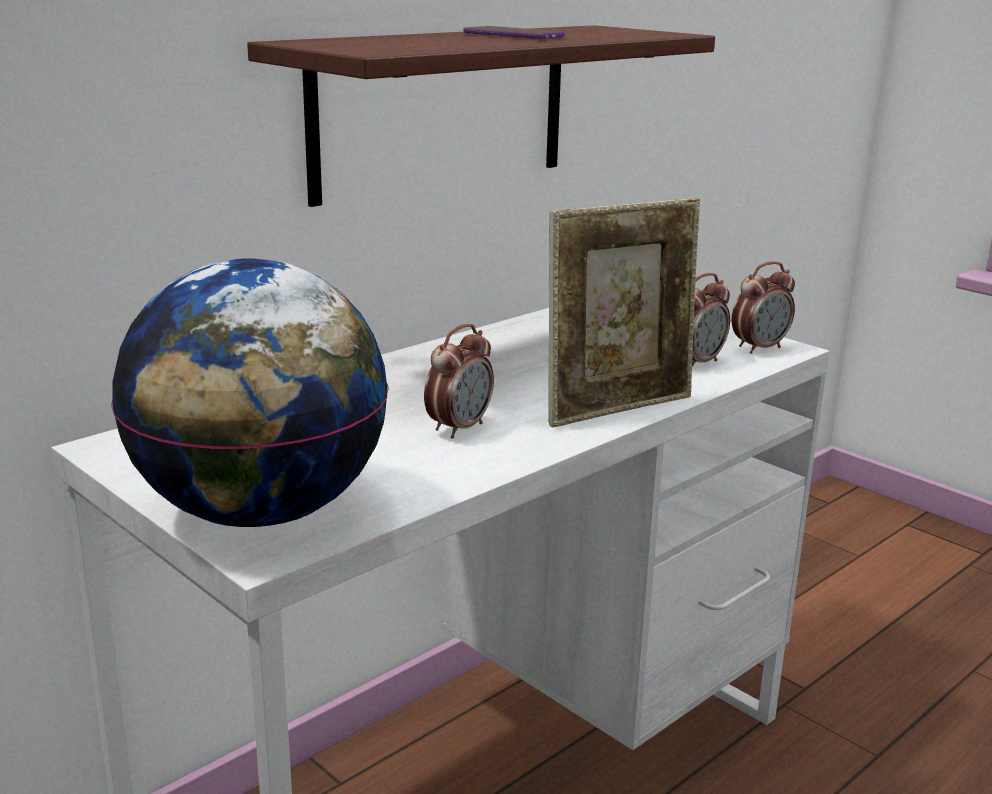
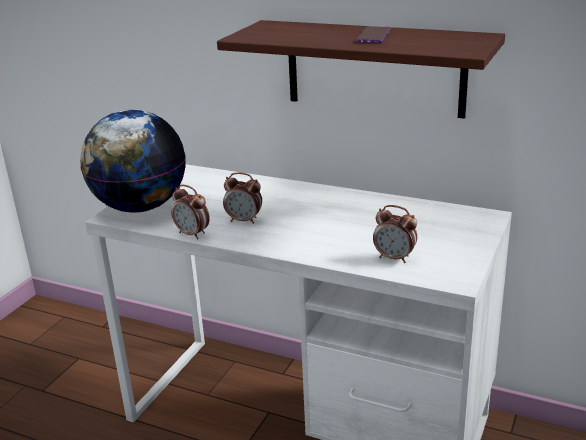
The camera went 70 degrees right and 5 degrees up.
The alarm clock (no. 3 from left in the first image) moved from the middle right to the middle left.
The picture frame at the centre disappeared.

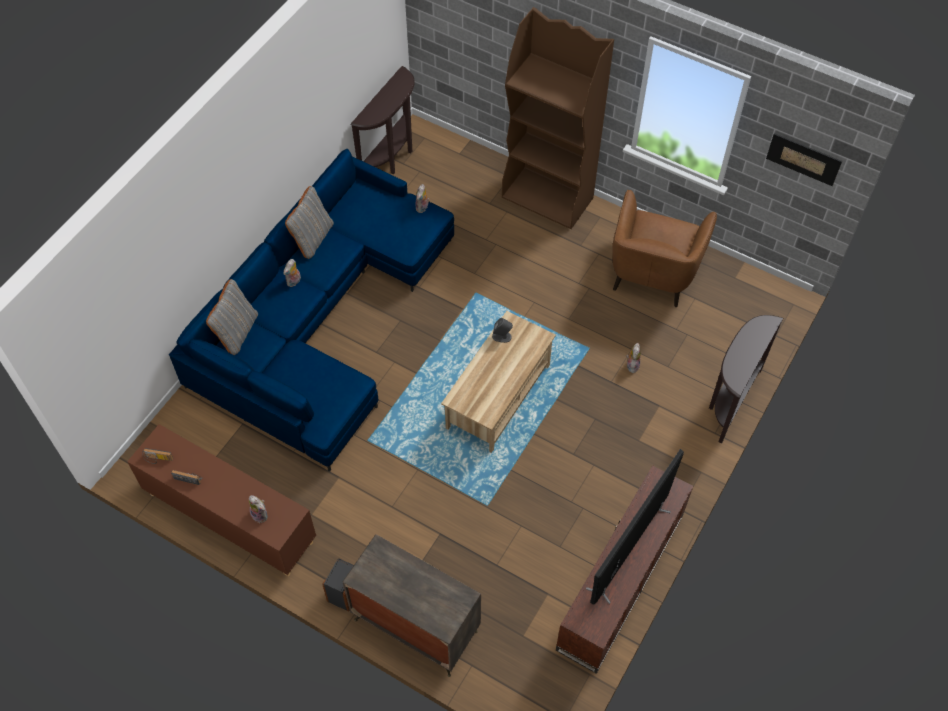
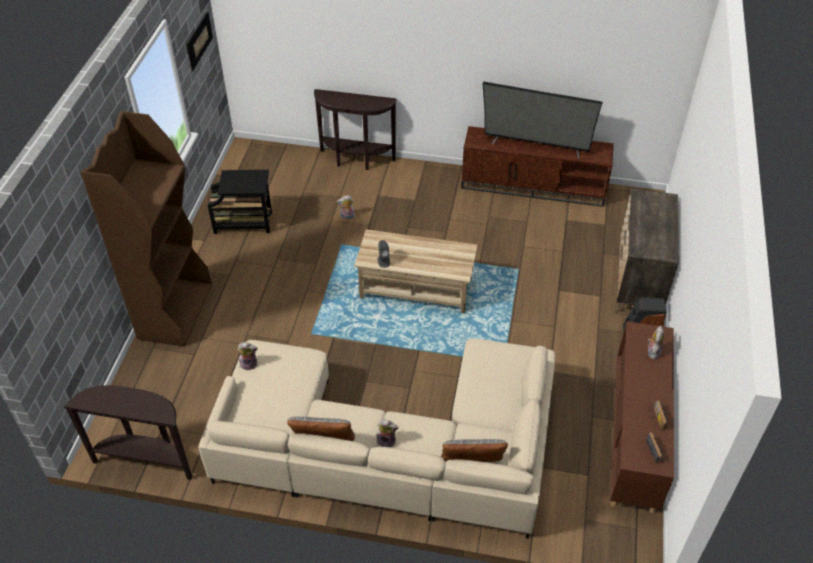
The camera went 110 degrees left and 10 degrees down.
The sofa (blue) at the middle left became the sofa (beige) at the bottom centre.
The armchair (brown) at the middle right was replaced by the side table (black) at the middle left.

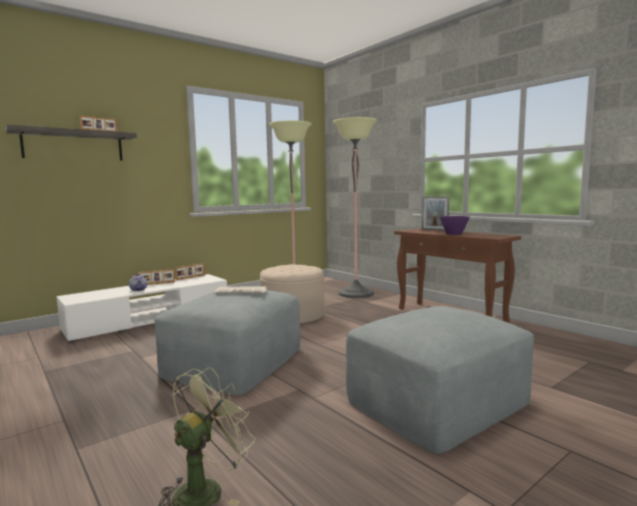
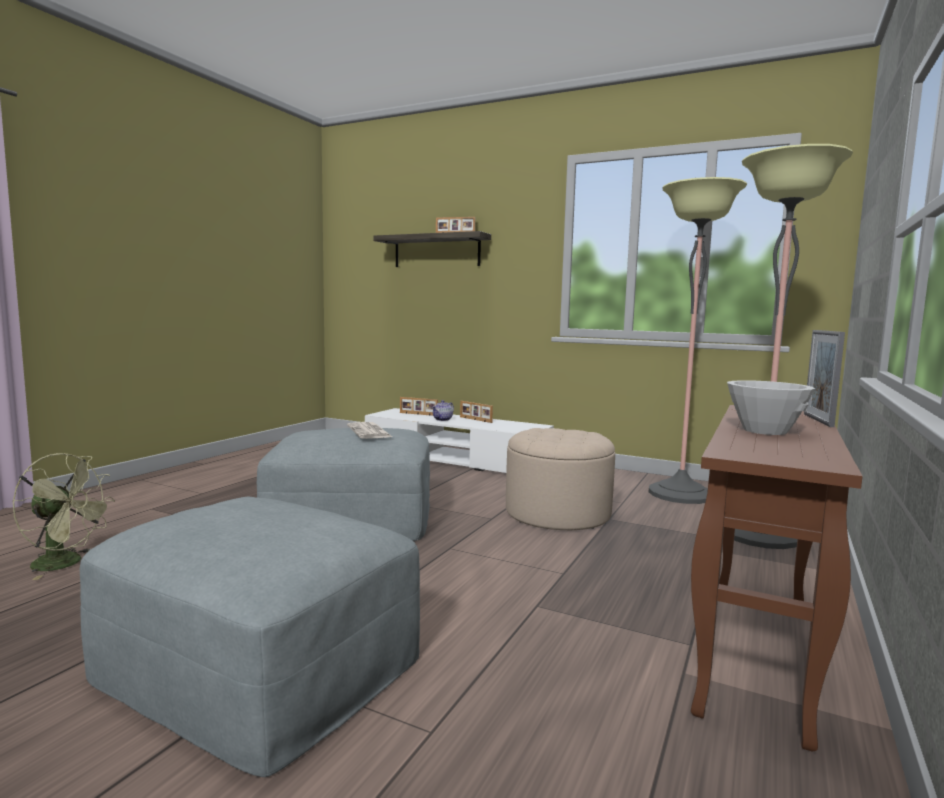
The camera went 65 degrees right and 0 degrees up.
The picture frame (no. 3 from left in the first image) moved from the middle left to the centre.
The bowl (purple) at the middle right became the bowl (white) at the middle right.

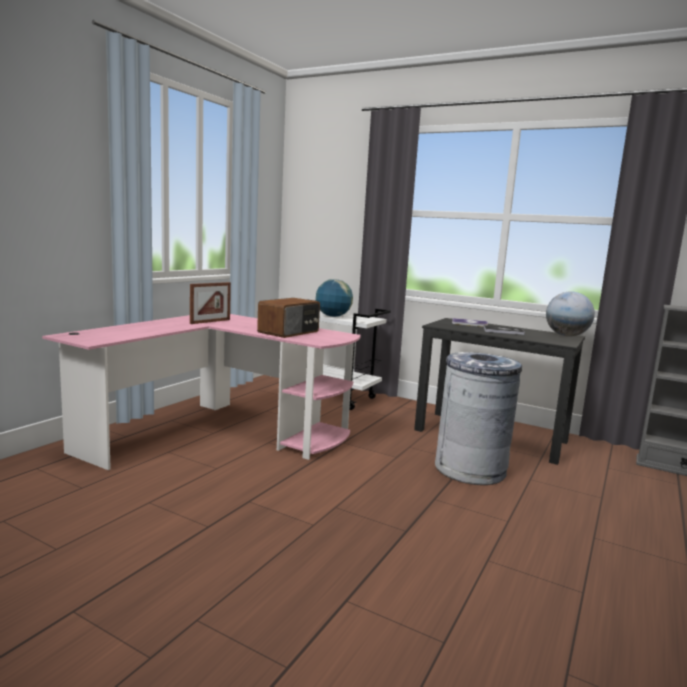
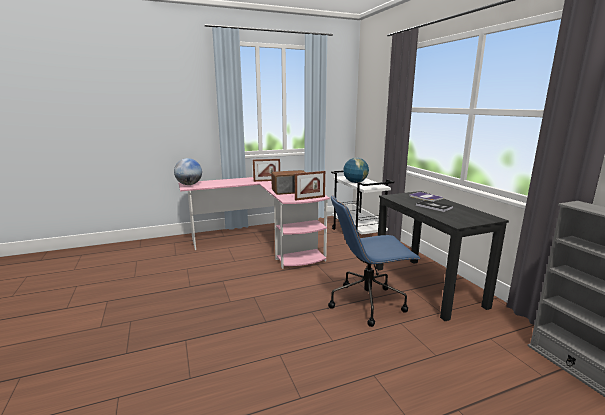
The camera went 40 degrees right and 5 degrees up.
The globe (no. 2 from left in the first image) moved from the middle right to the middle left.
The picture frame (no. 2 from left) at the centre appeared.
The trash can (grey) at the middle right was replaced by the office chair (blue) at the centre.

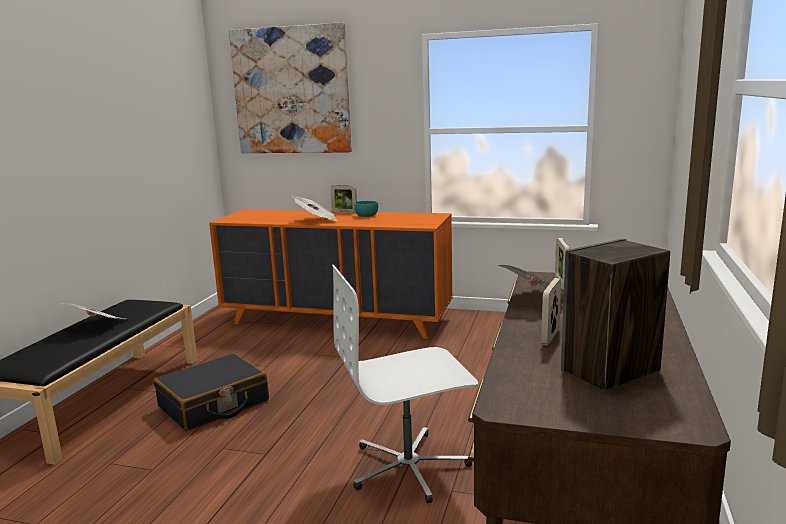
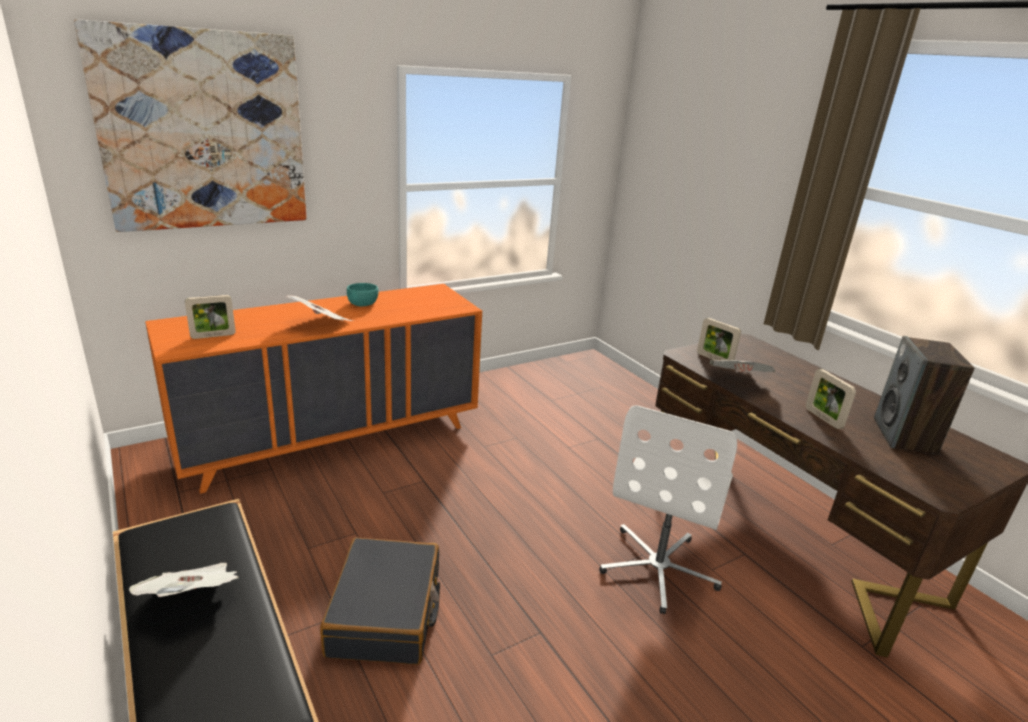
The camera went 50 degrees left and 10 degrees up.
The picture frame (no. 1 from left) moved from the centre to the middle left.

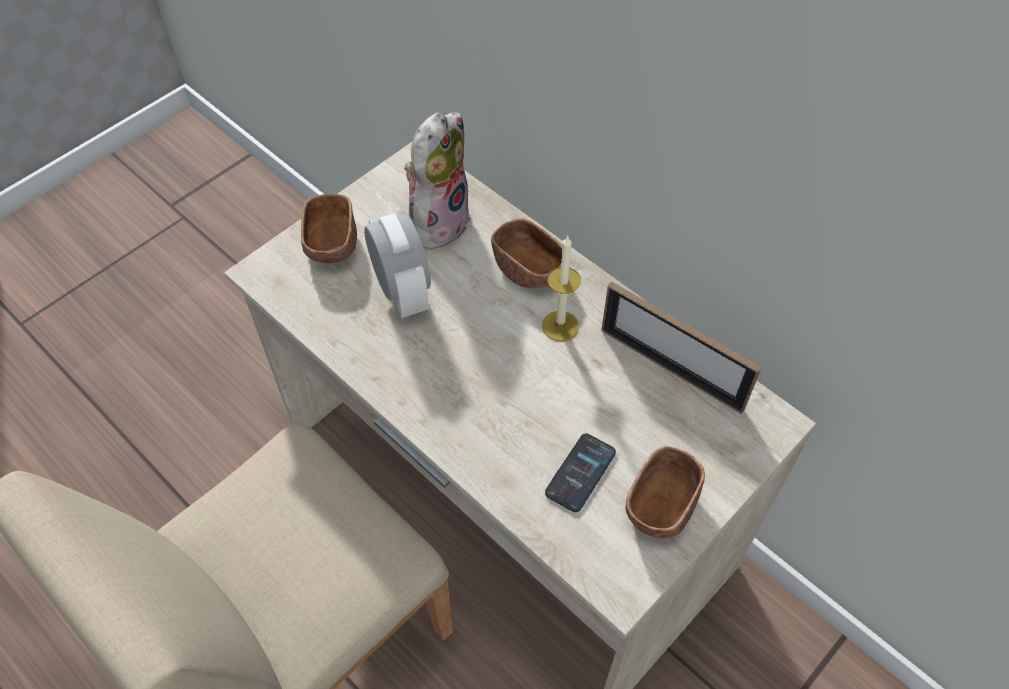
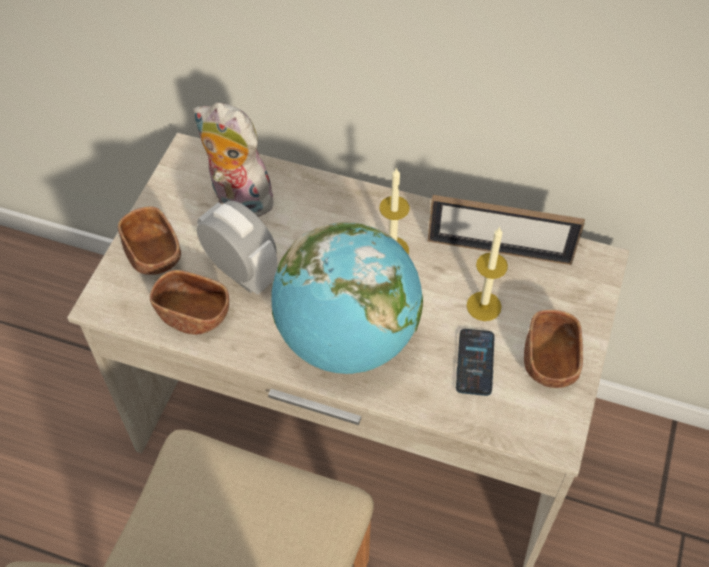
The camera went 25 degrees left and 0 degrees up.
The bowl (brown) (no. 2 from left) moved from the centre to the middle left.
The plush toy at the top centre turned 60 degrees counterclockwise.
The globe at the centre appeared.
The candle (no. 2 from left) at the middle right appeared.

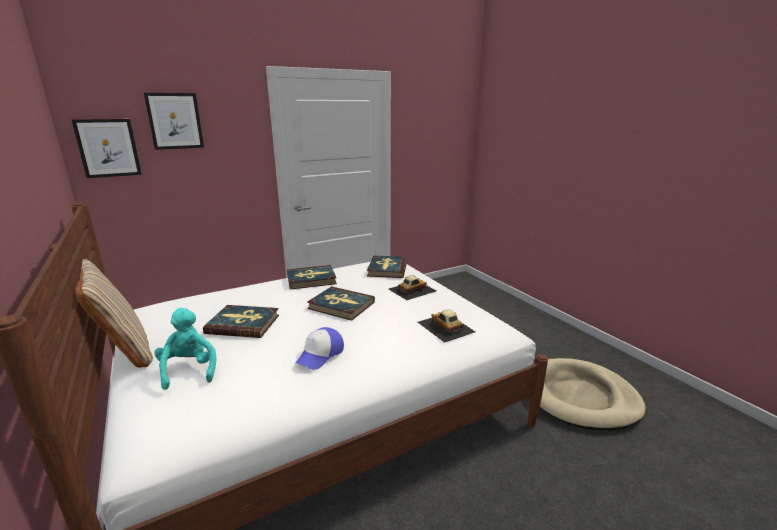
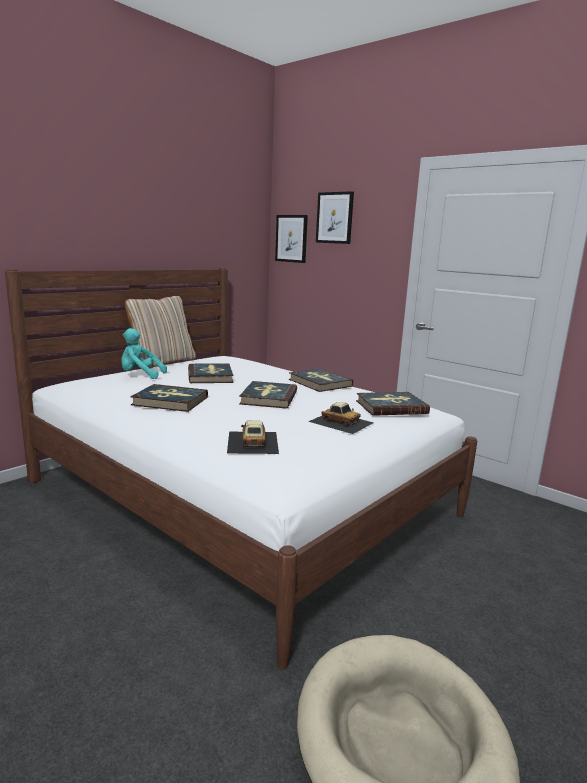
The camera went 70 degrees right and 5 degrees down.
The plush toy (turquoise) at the middle left turned 135 degrees counterclockwise.
The cap at the centre was replaced by the book (no. 1 from left) at the middle left.
The toy car (no. 2 from left in the first image) at the centre turned 45 degrees counterclockwise.

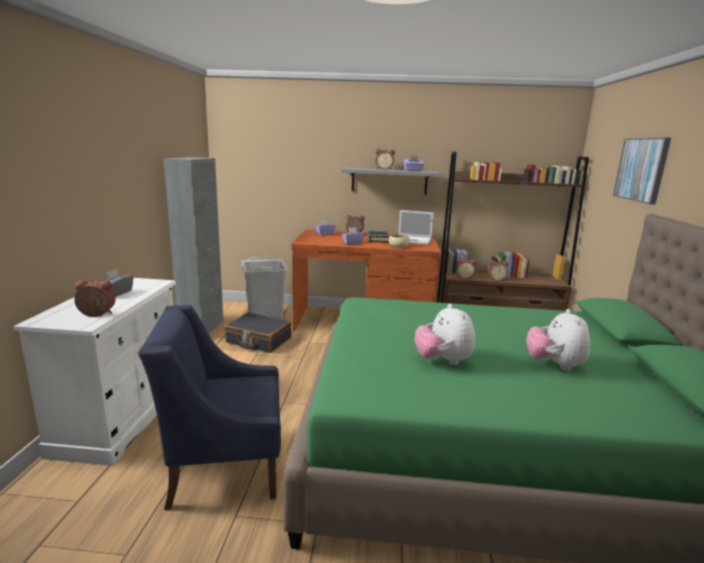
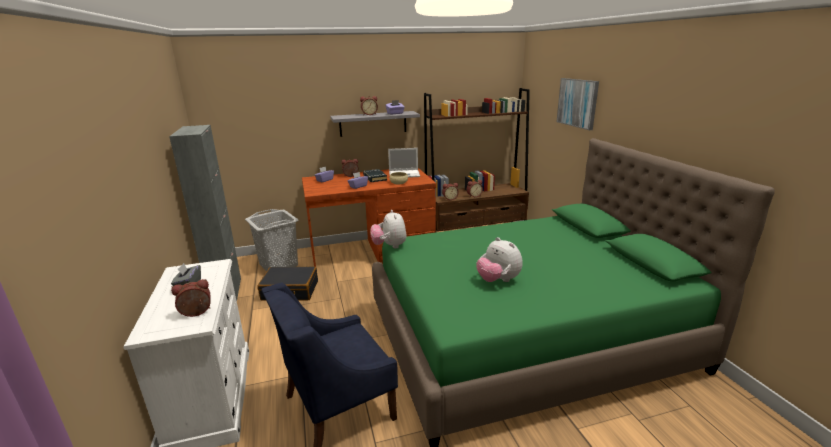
The camera went 20 degrees left and 5 degrees up.
The plush toy (no. 2 from left in the first image) moved from the middle right to the centre.

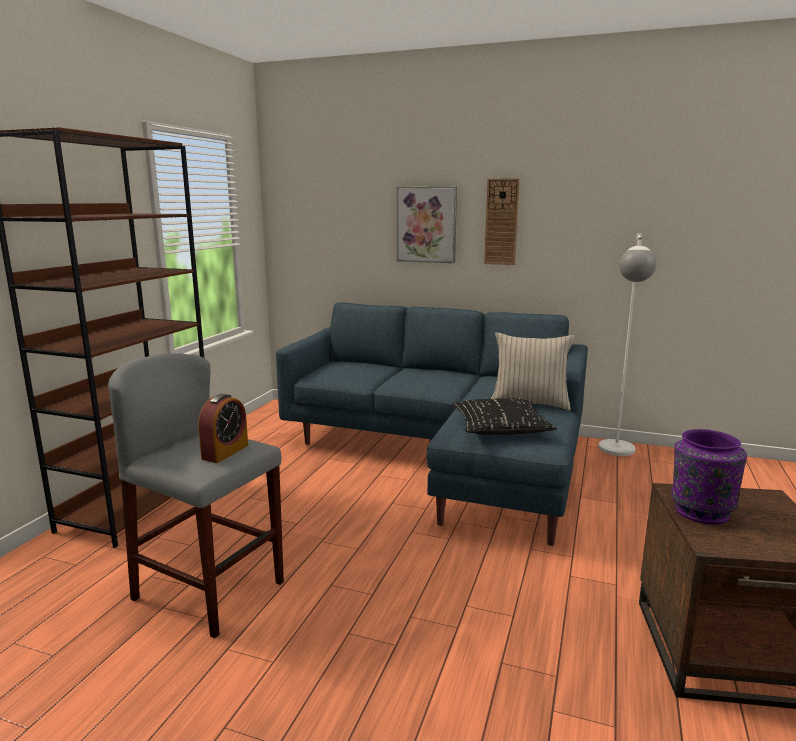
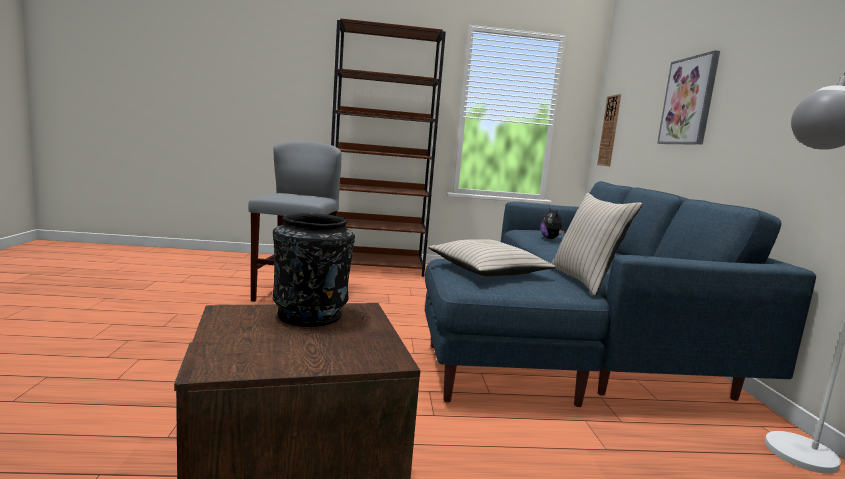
The camera went 65 degrees right and 5 degrees down.
The vase (purple) at the middle right became the vase (black) at the centre.
The pillow (black) at the centre became the pillow (beige) (no. 1 from left) at the centre.
The plush toy at the centre appeared.
The wall clock moved from the top centre to the top right.
The alarm clock at the middle left disappeared.

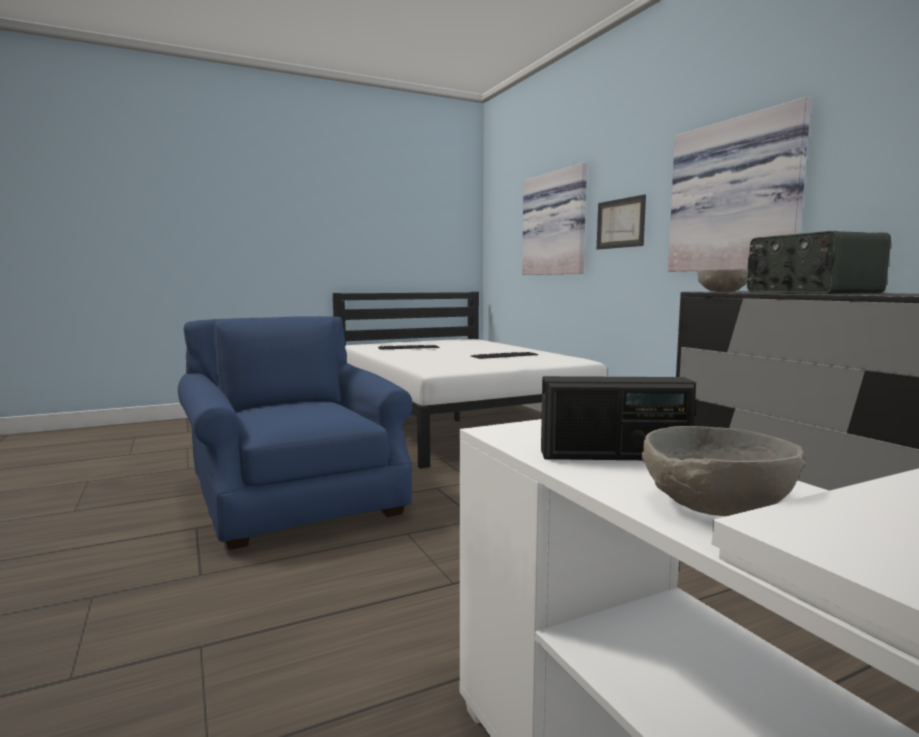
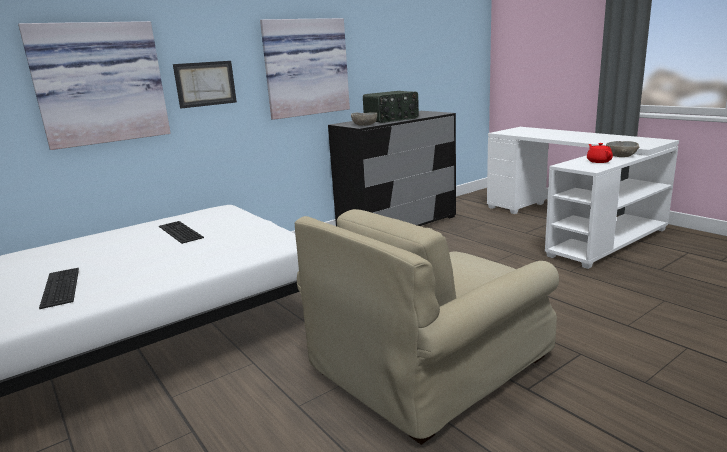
The camera went 100 degrees left and 10 degrees up.
The armchair (blue) at the middle left became the armchair (beige) at the bottom centre.
The radio (no. 1 from left) at the middle right was replaced by the teapot (red) at the middle right.

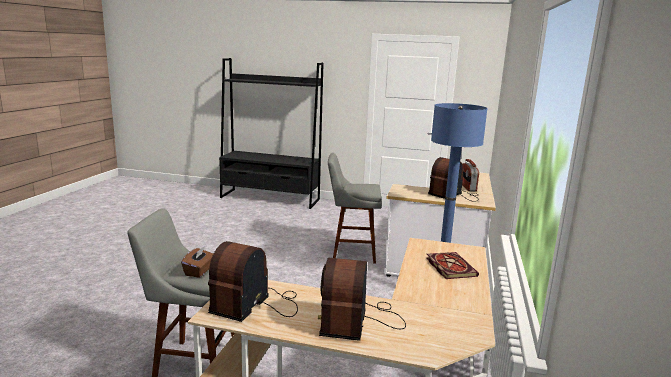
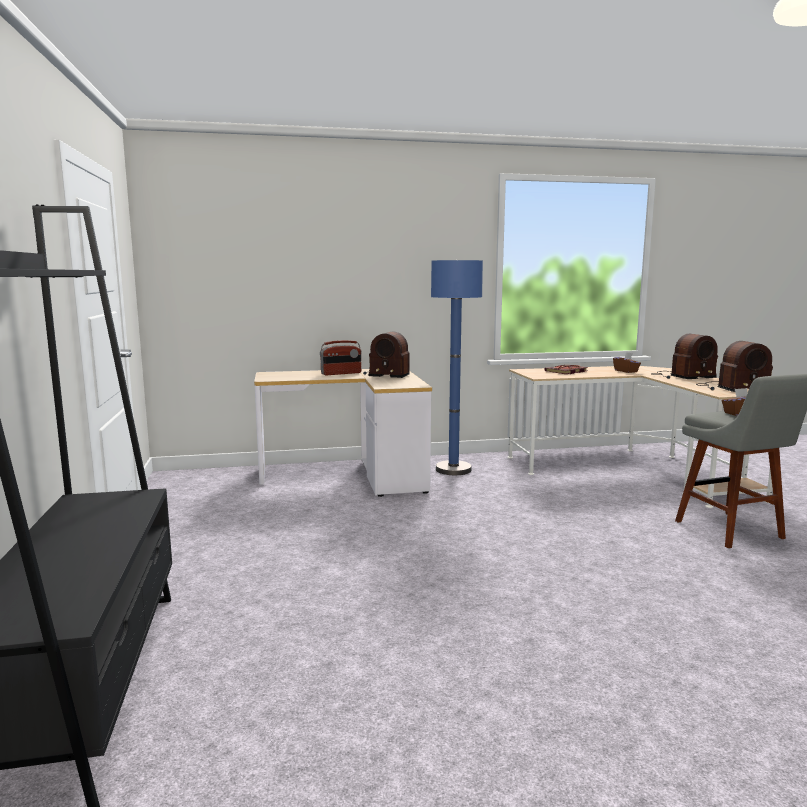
The camera went 115 degrees left and 5 degrees down.
The tissue box (brown) (no. 1 from left) at the middle right appeared.
The stool (grey) (no. 2 from left) at the centre disappeared.

